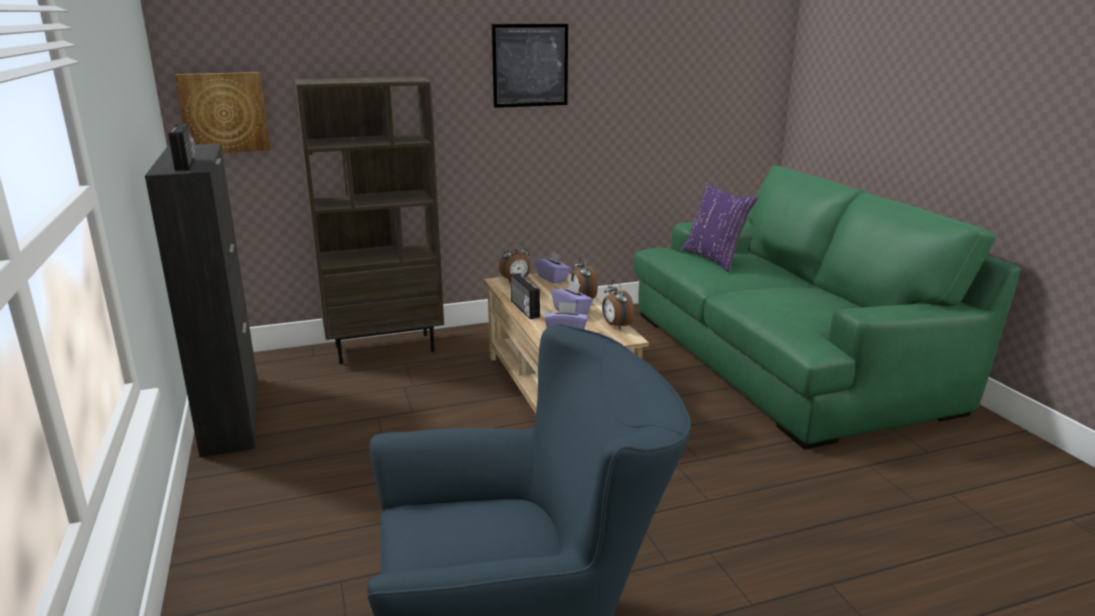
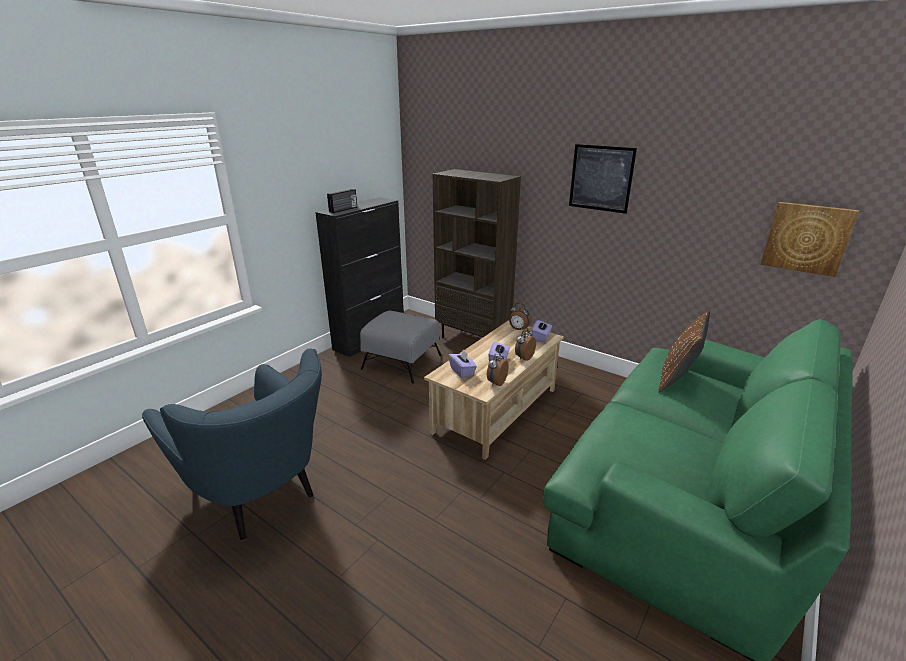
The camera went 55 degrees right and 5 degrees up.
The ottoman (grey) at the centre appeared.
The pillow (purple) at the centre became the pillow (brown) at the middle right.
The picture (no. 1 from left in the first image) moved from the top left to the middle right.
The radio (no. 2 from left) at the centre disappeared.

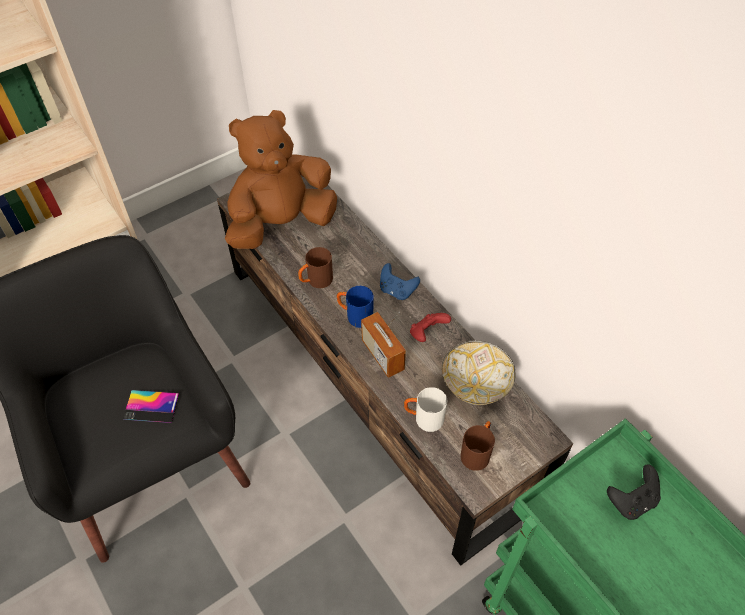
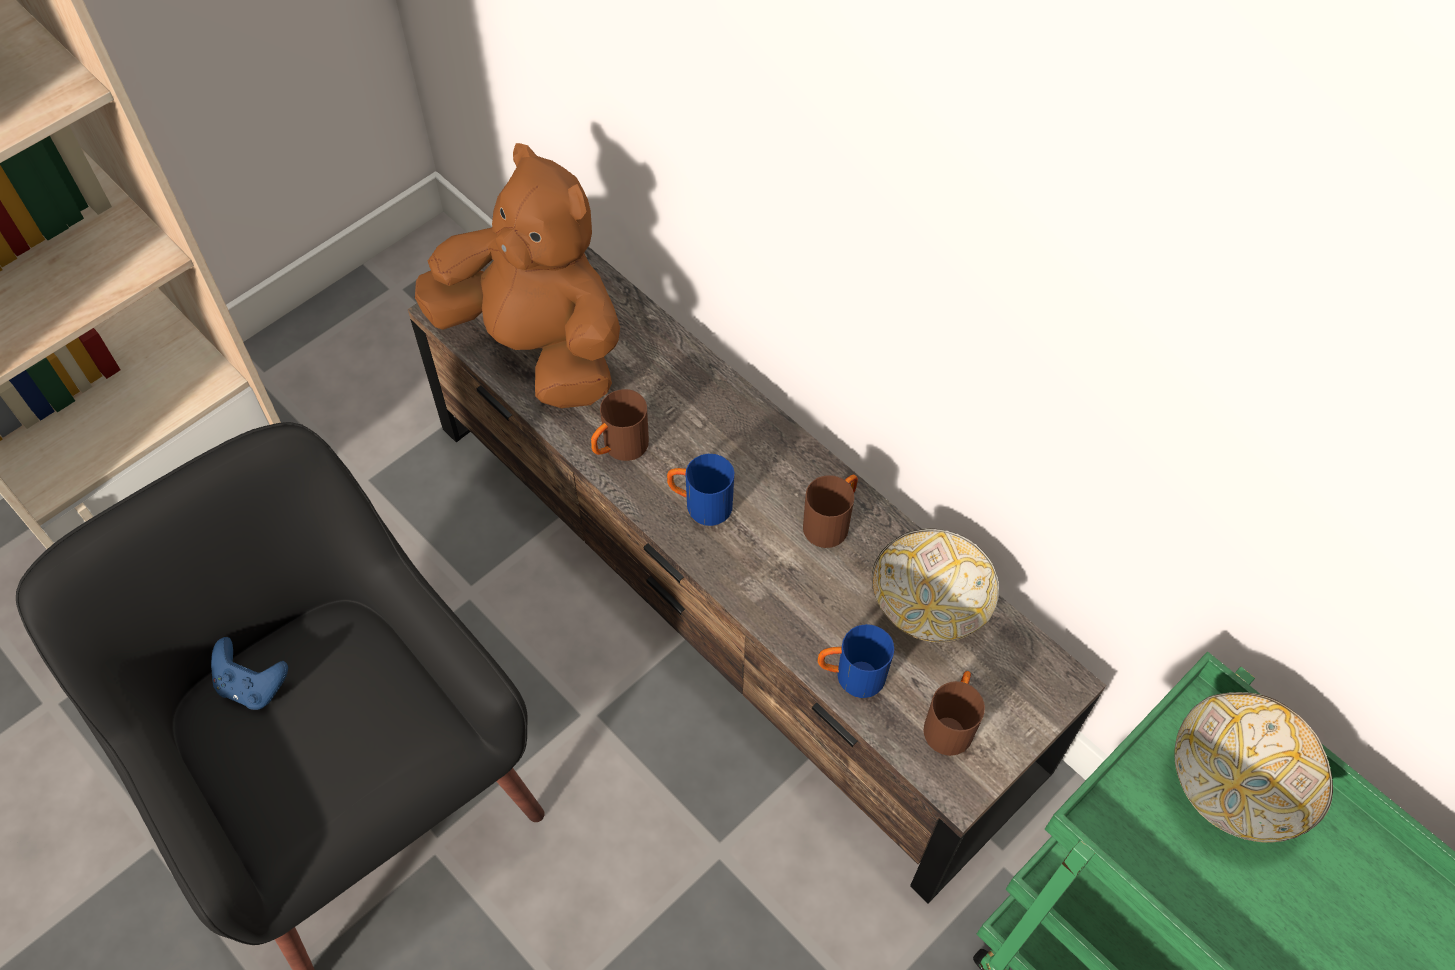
The camera went 10 degrees left and 5 degrees up.
The game controller (blue) moved from the centre to the bottom left.
The plush toy (brown) at the top centre turned 75 degrees clockwise.
The game controller (red) at the centre was replaced by the mug (brown) (no. 2 from left) at the centre.
The mug (white) at the centre became the mug (blue) (no. 2 from left) at the bottom centre.
The game controller (black) at the bottom right was replaced by the bowl (no. 2 from left) at the bottom right.
The phone at the middle left disappeared.
The radio at the centre disappeared.

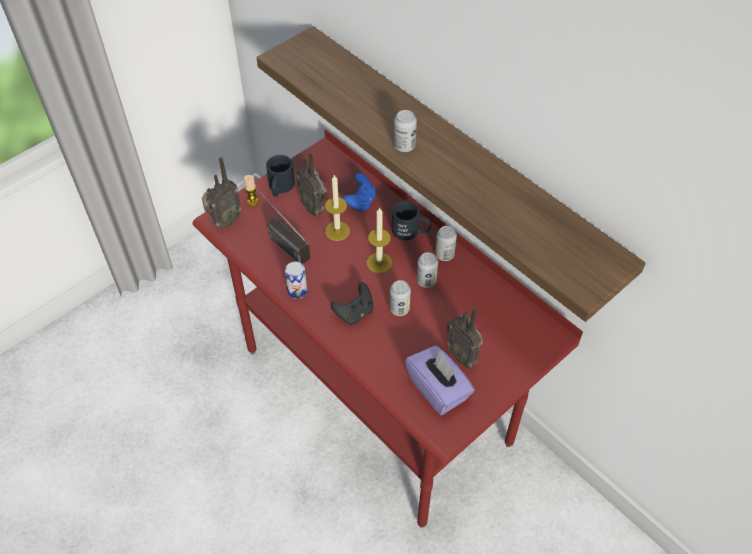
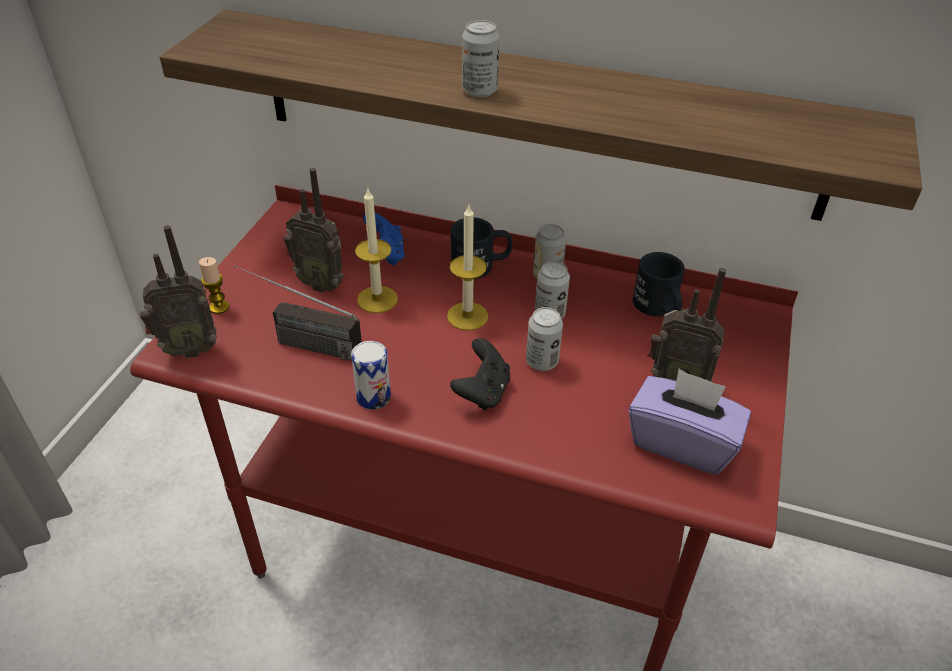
The camera went 30 degrees left and 10 degrees down.
The radio (no. 1 from left) at the middle left turned 60 degrees clockwise.
The mug (black) (no. 1 from left in the first image) moved from the top centre to the middle right.

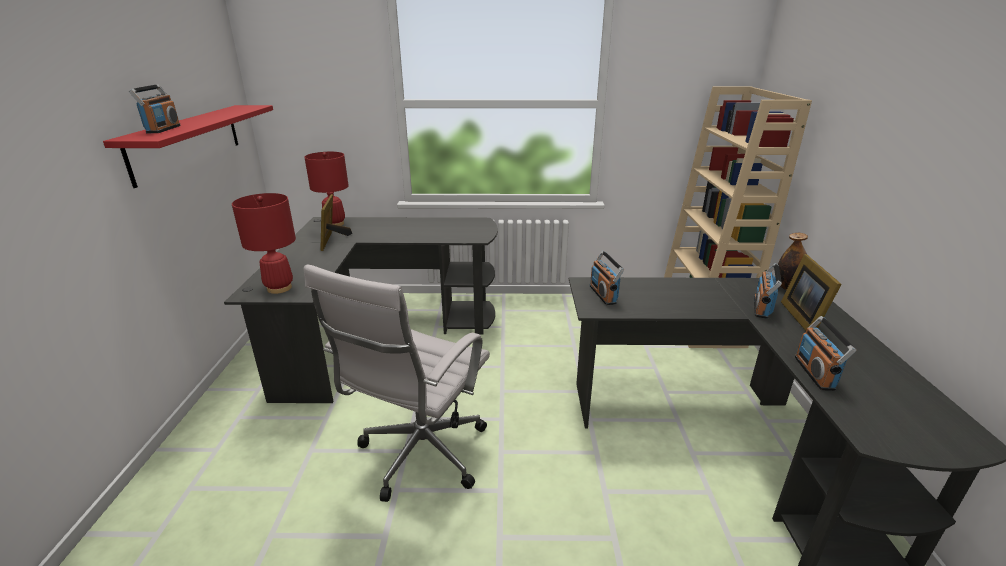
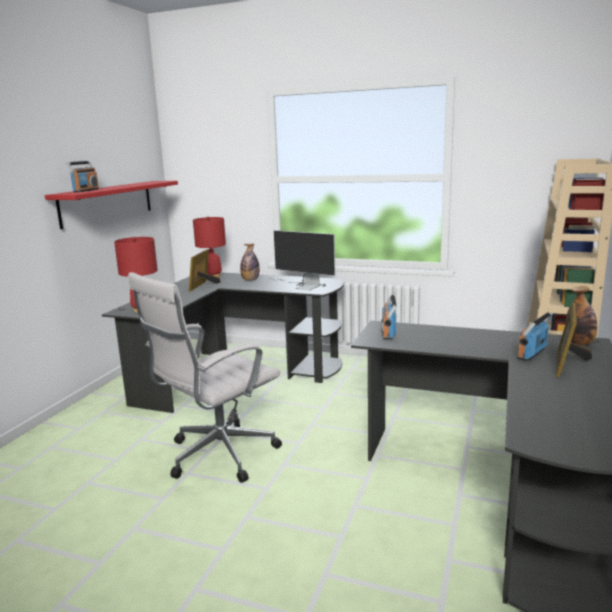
The camera went 20 degrees right and 10 degrees down.
The bottle (no. 1 from left) at the centre appeared.
The monitor at the centre appeared.
The radio (no. 4 from left) at the middle right disappeared.

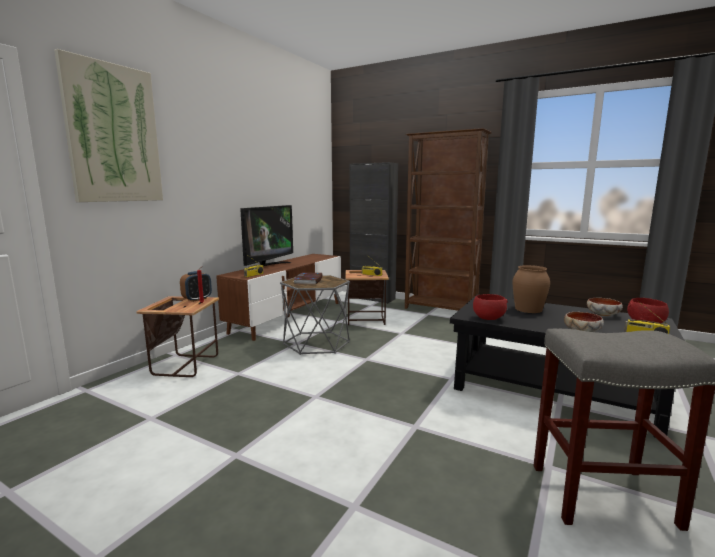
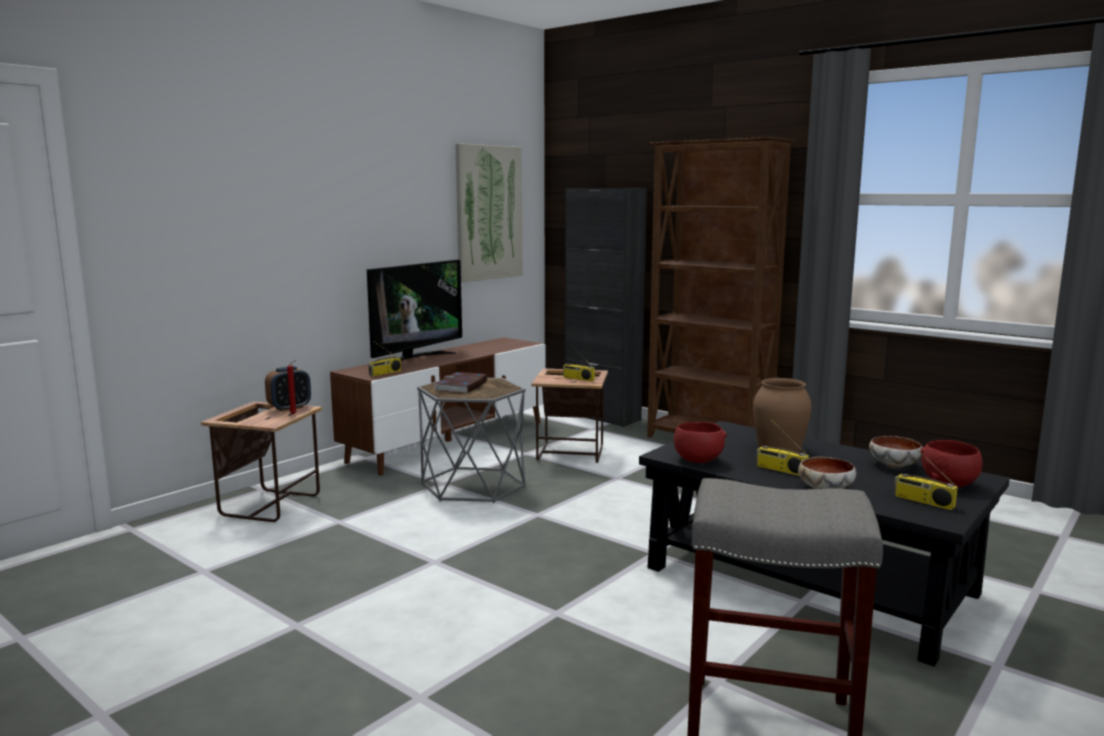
The camera went 10 degrees right and 0 degrees up.
The picture moved from the top left to the top centre.
The radio (no. 3 from left) at the middle right appeared.

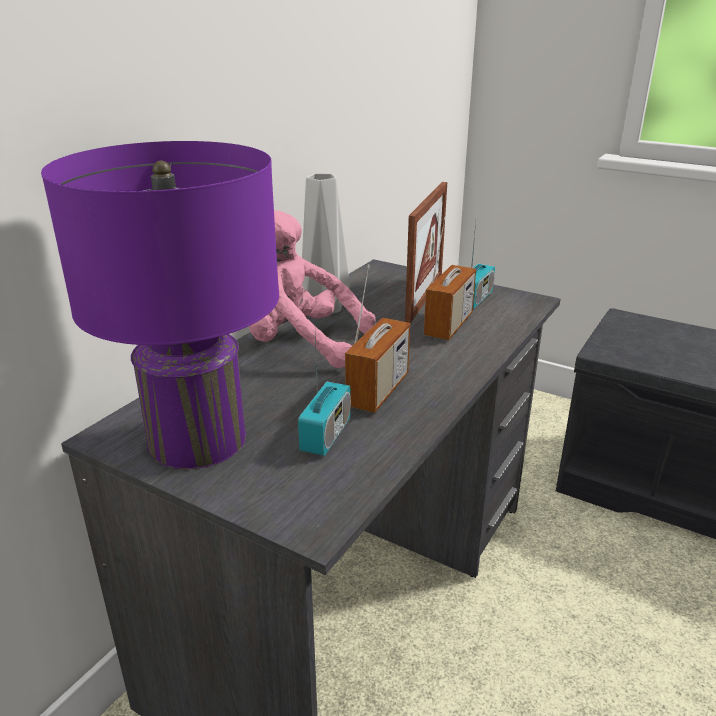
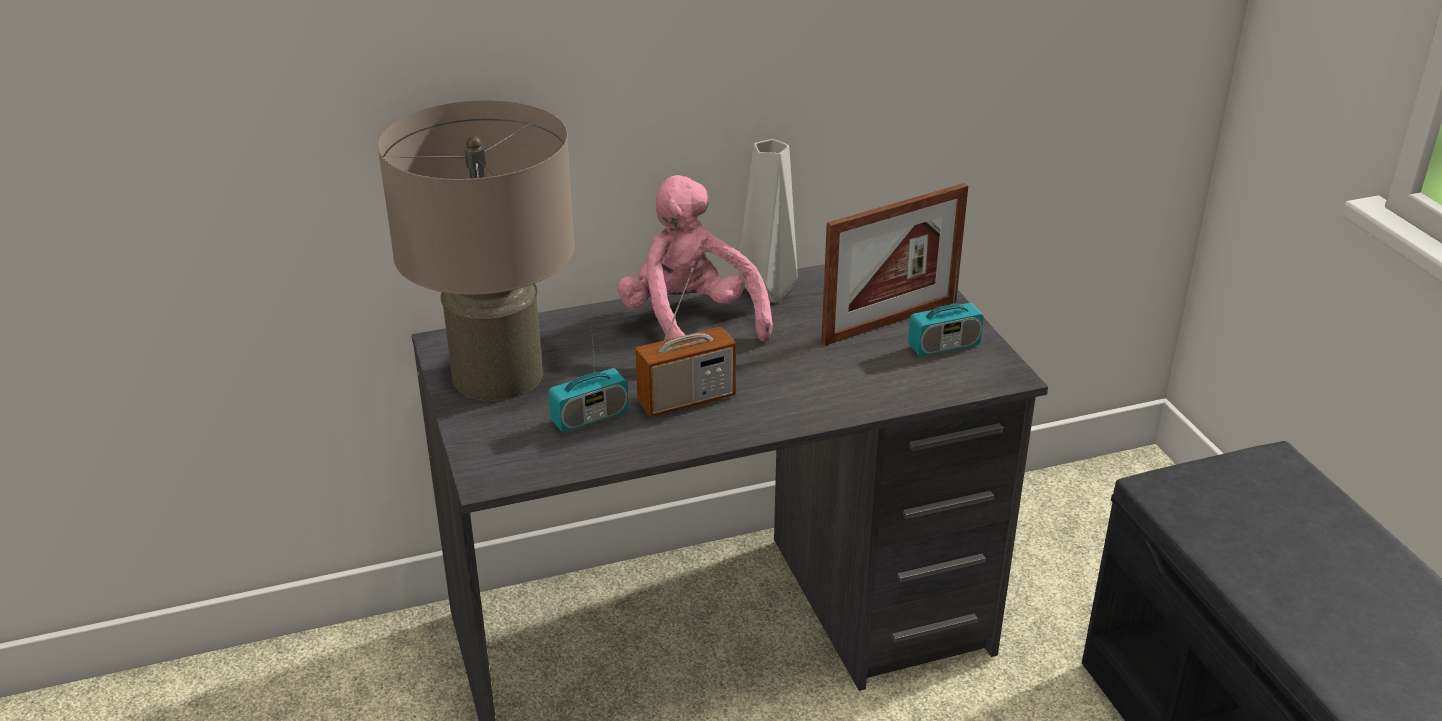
The camera went 40 degrees right and 5 degrees up.
The table lamp (purple) at the middle left became the table lamp (beige) at the middle left.
The radio (no. 3 from left) at the centre disappeared.

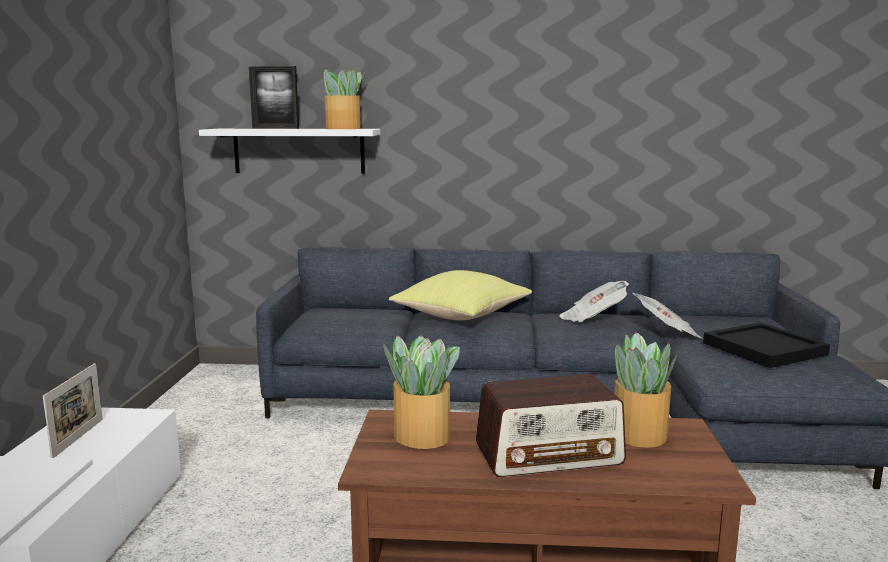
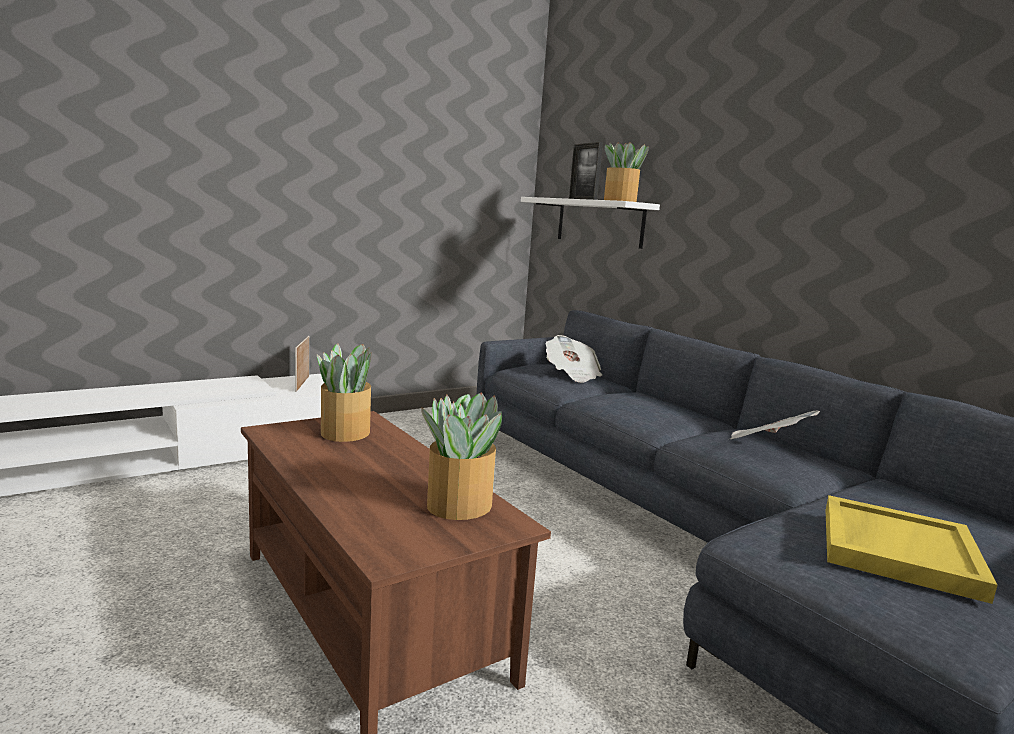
The camera went 50 degrees right and 0 degrees up.
The picture frame (no. 1 from left) at the bottom left turned 120 degrees clockwise.
The newspaper (no. 2 from left in the first image) moved from the middle right to the centre.
The tray (black) at the middle right became the tray (yellow) at the bottom right.
The pillow (yellow) at the centre disappeared.
The radio at the bottom centre disappeared.

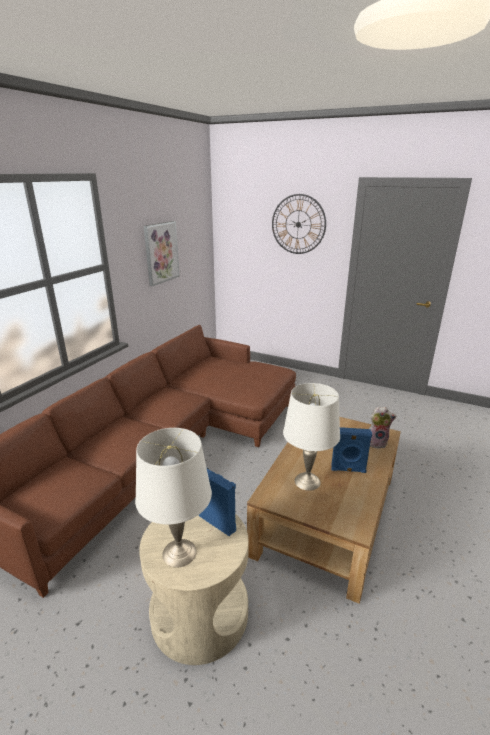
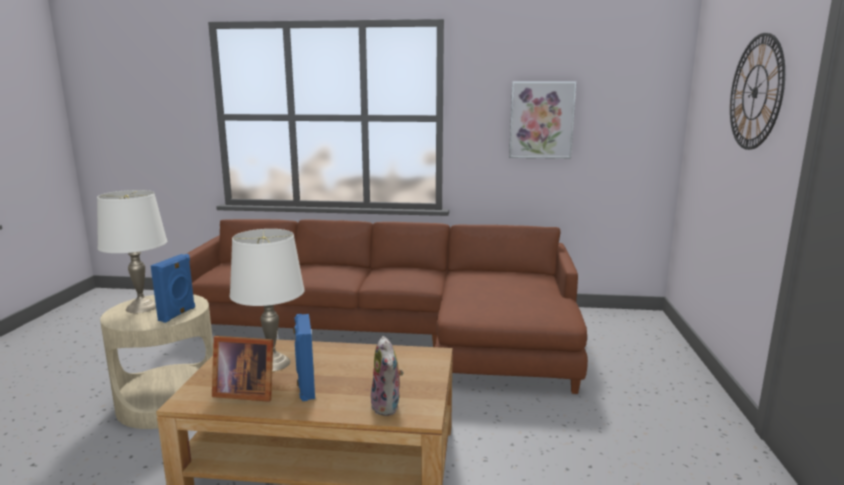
The camera went 70 degrees right and 10 degrees down.
The picture frame at the bottom left appeared.

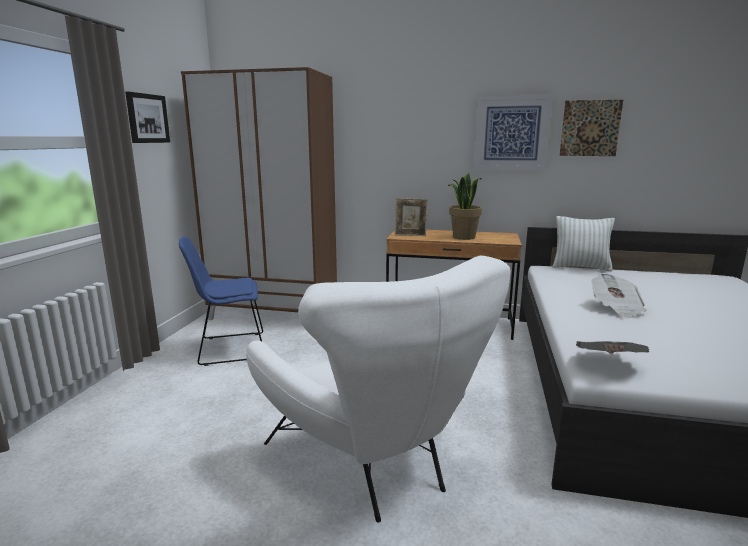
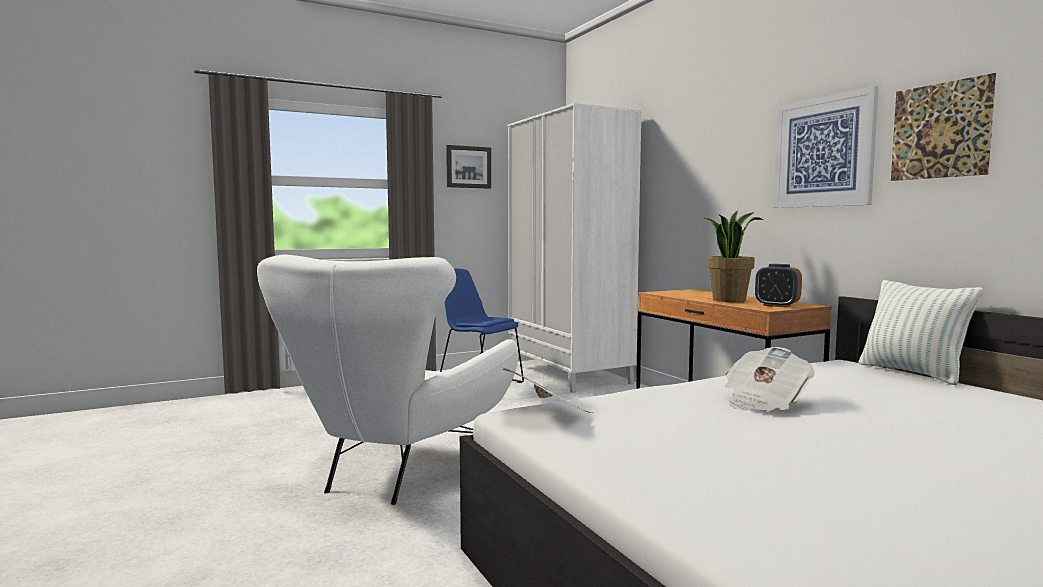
The camera went 50 degrees right and 10 degrees down.
The wardrobe (brown) at the centre became the wardrobe (white) at the centre.
The alarm clock at the middle right appeared.
The picture frame at the centre disappeared.

